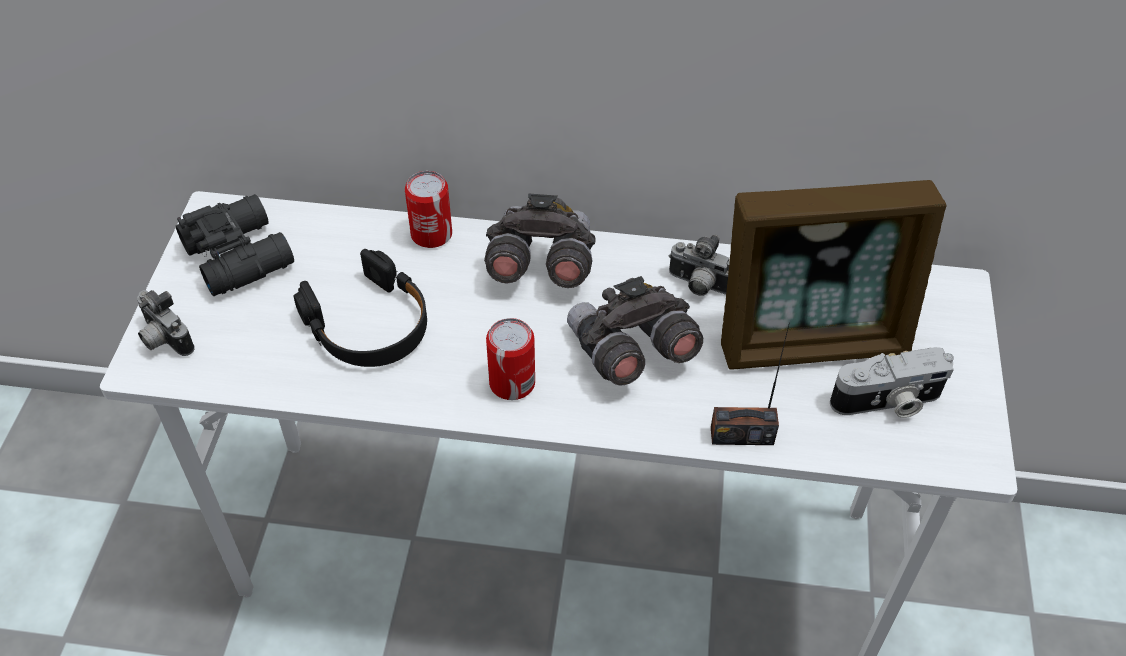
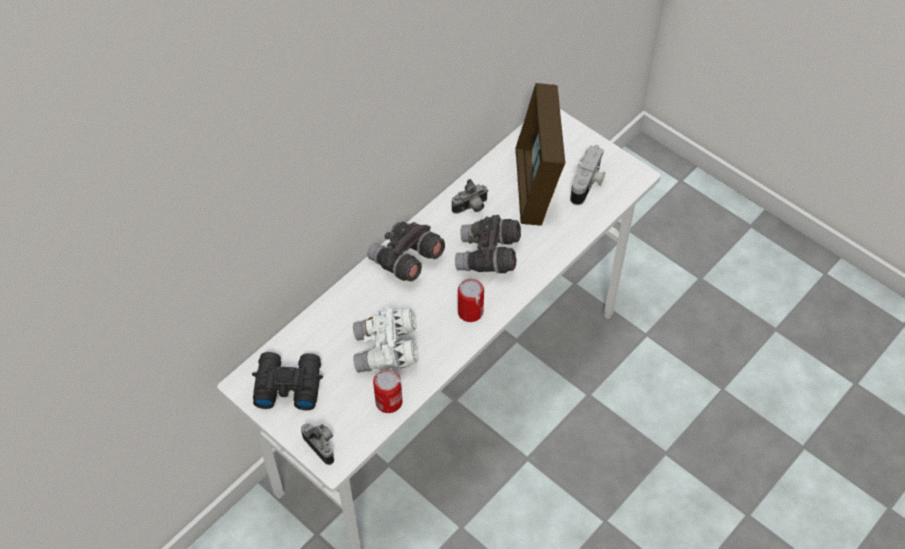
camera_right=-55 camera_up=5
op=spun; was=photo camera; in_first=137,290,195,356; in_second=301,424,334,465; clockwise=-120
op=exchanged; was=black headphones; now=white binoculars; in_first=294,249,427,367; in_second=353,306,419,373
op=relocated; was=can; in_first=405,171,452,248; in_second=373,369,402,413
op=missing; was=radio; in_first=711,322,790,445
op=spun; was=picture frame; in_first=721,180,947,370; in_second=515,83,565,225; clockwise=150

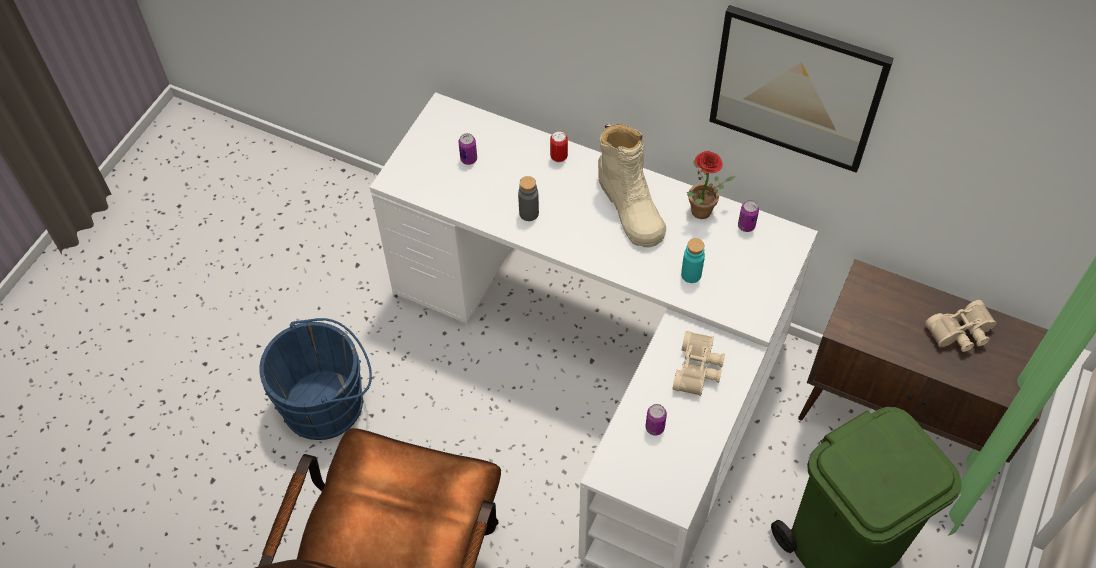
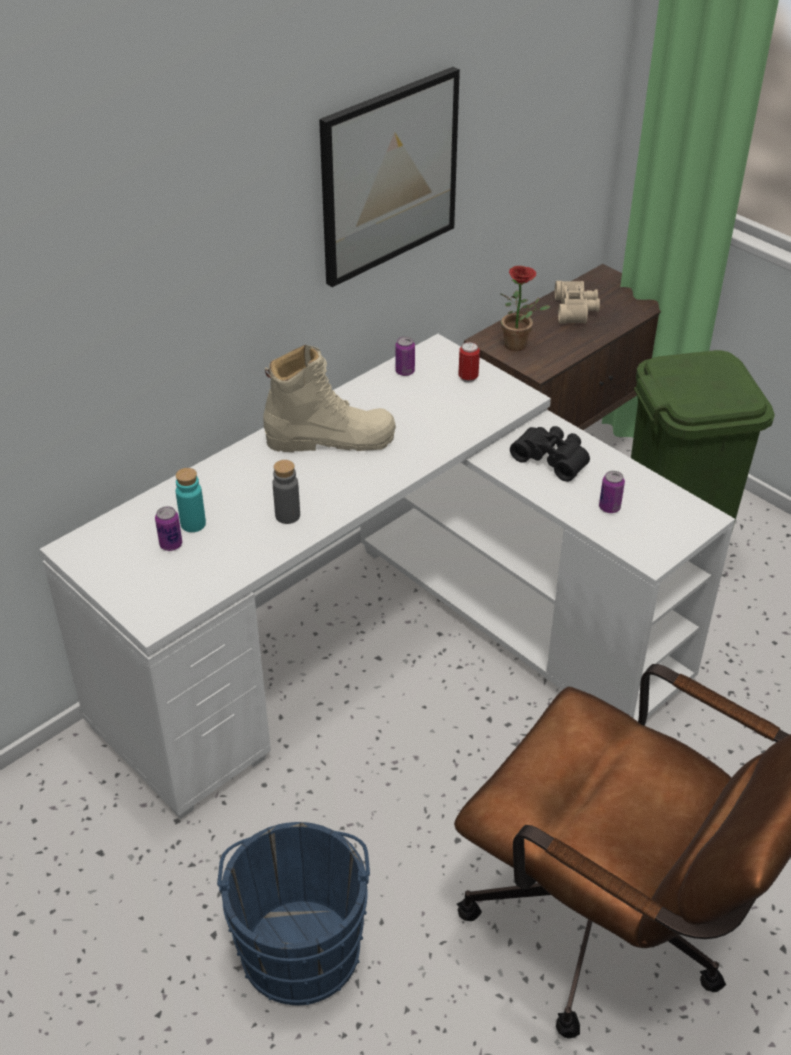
camera_right=-70 camera_up=-15
op=relocated; was=can; in_first=550,131,568,163; in_second=459,342,480,383
op=colour; was=beige binoculars; now=black binoculars; in_first=672,331,725,396; in_second=510,426,590,482
op=relocated; was=turquoise bottle; in_first=681,238,705,283; in_second=176,468,206,532
op=relocated; was=potted plant; in_first=687,151,735,219; in_second=501,266,550,351

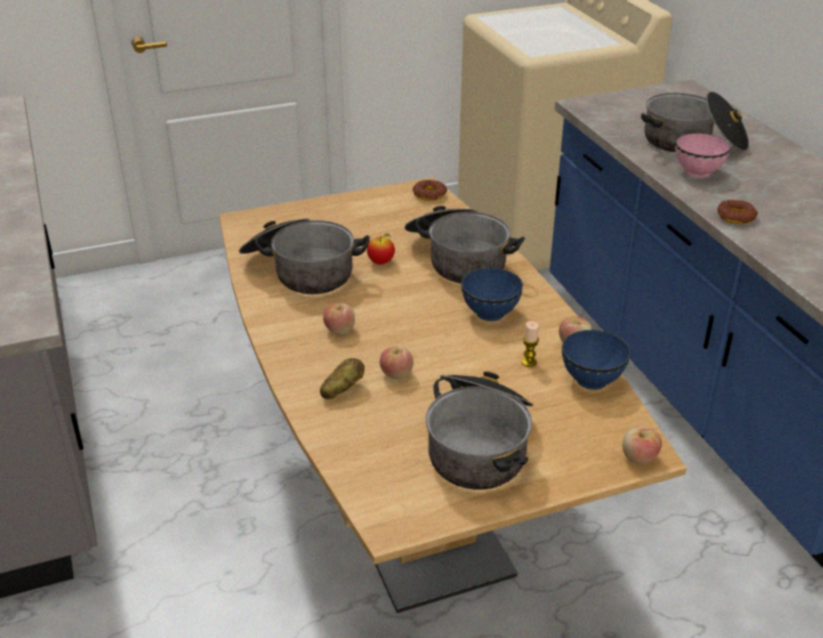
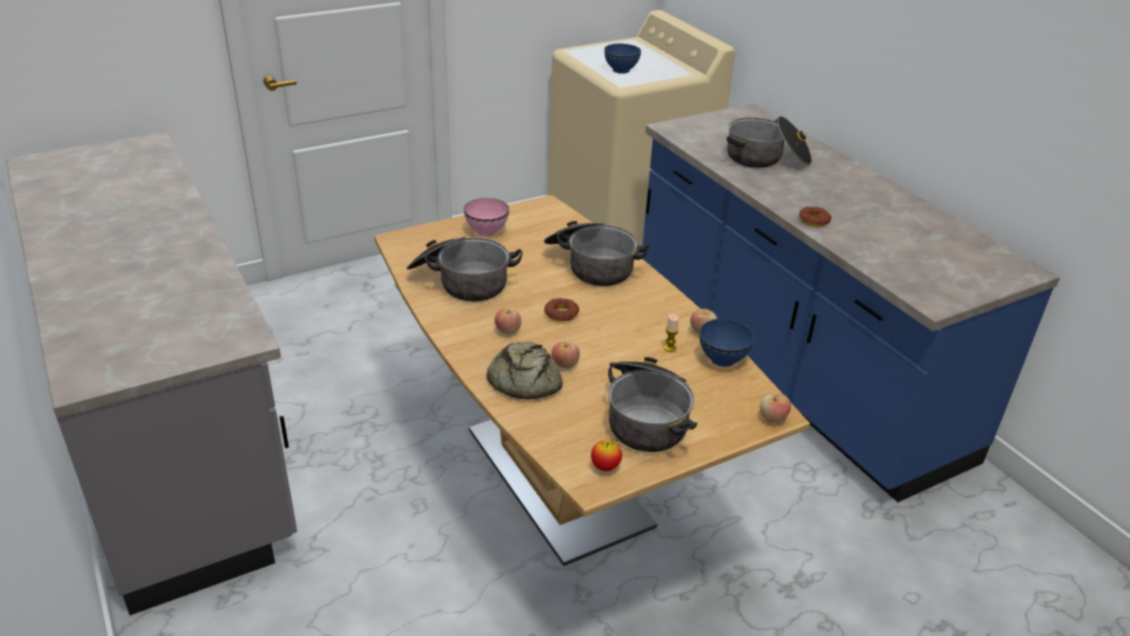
camera_right=-10 camera_up=0
op=exchanged; was=potato; now=bread; in_first=320,358,365,399; in_second=486,342,563,399
op=relocated; was=apple; in_first=367,234,395,264; in_second=591,438,622,471
op=relocated; was=donut; in_first=413,180,447,201; in_second=544,298,579,322
op=relocated; was=blue bowl; in_first=461,268,523,321; in_second=604,44,641,74
op=relocated; was=pink bowl; in_first=675,133,731,178; in_second=464,198,509,237

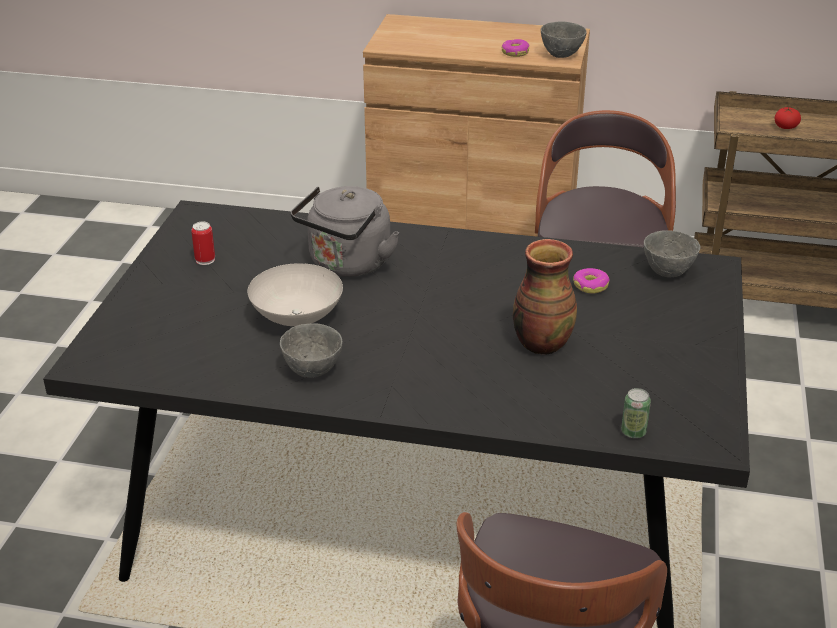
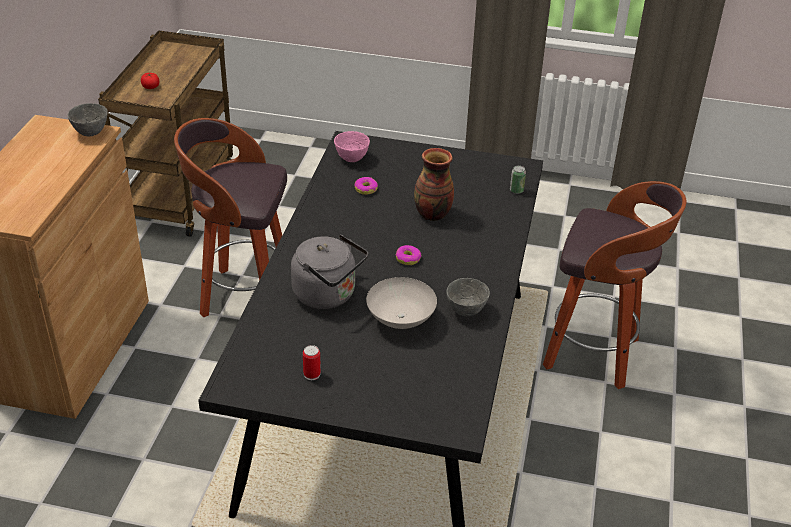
camera_right=-90 camera_up=5
op=relocated; was=donut; in_first=502,39,529,57; in_second=395,245,422,265
op=colour; was=grey bowl; now=pink bowl; in_first=644,230,700,278; in_second=334,131,370,162

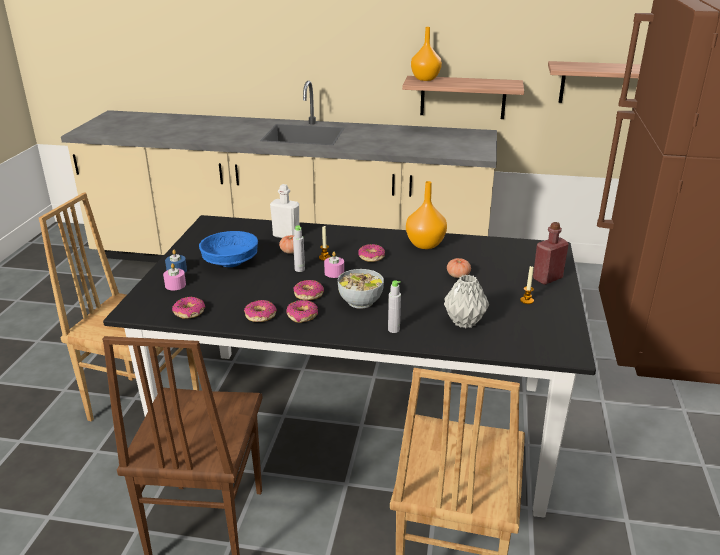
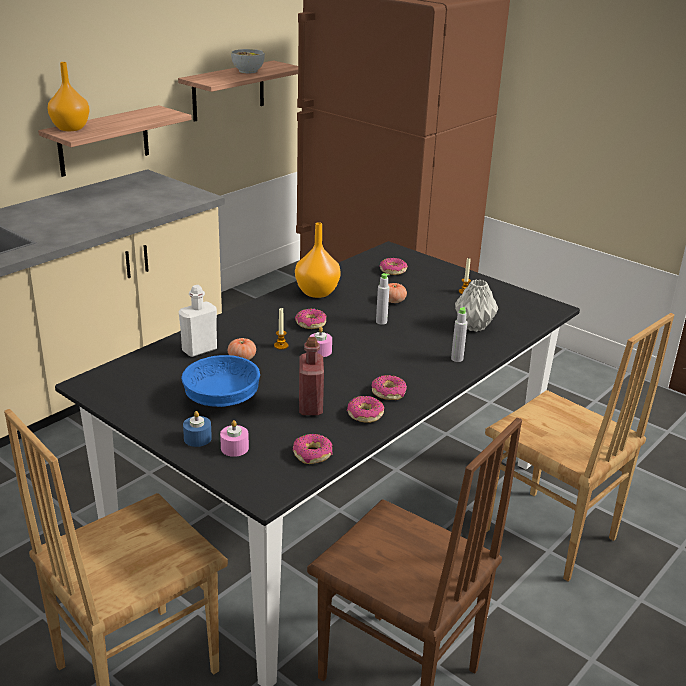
camera_right=-60 camera_up=0
op=relocated; was=grey bottle; in_first=293,225,305,272; in_second=376,273,390,325
op=relocated; was=donut; in_first=294,280,324,300; in_second=379,258,408,275
op=relocated; was=bowl; in_first=337,269,384,309; in_second=231,49,265,73
op=relocated; was=red bottle; in_first=533,222,569,285; in_second=299,337,324,415

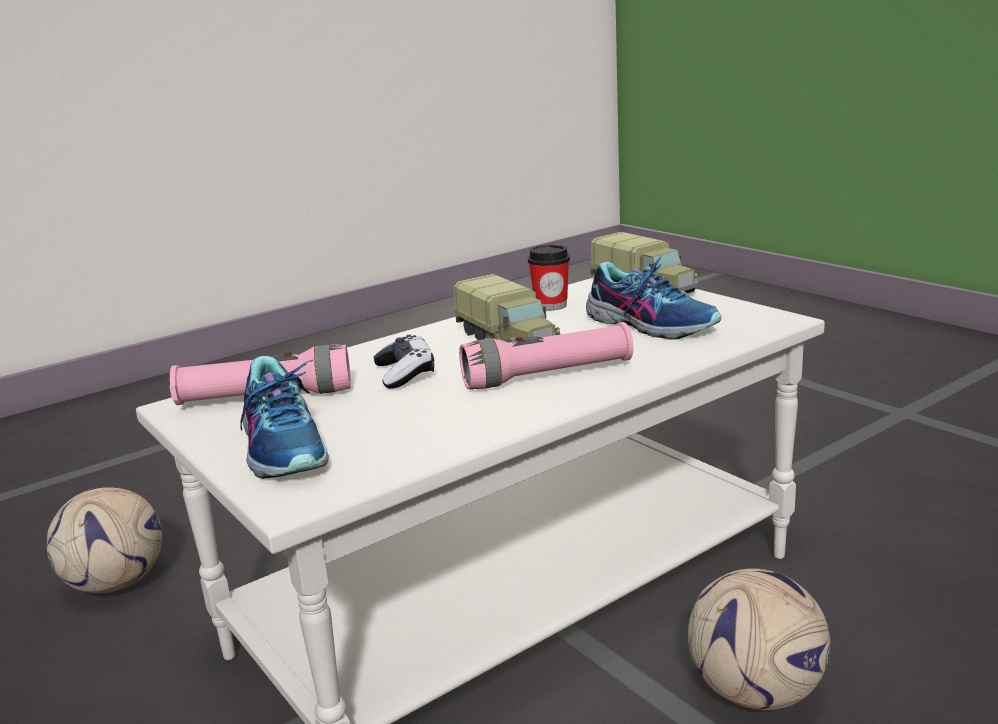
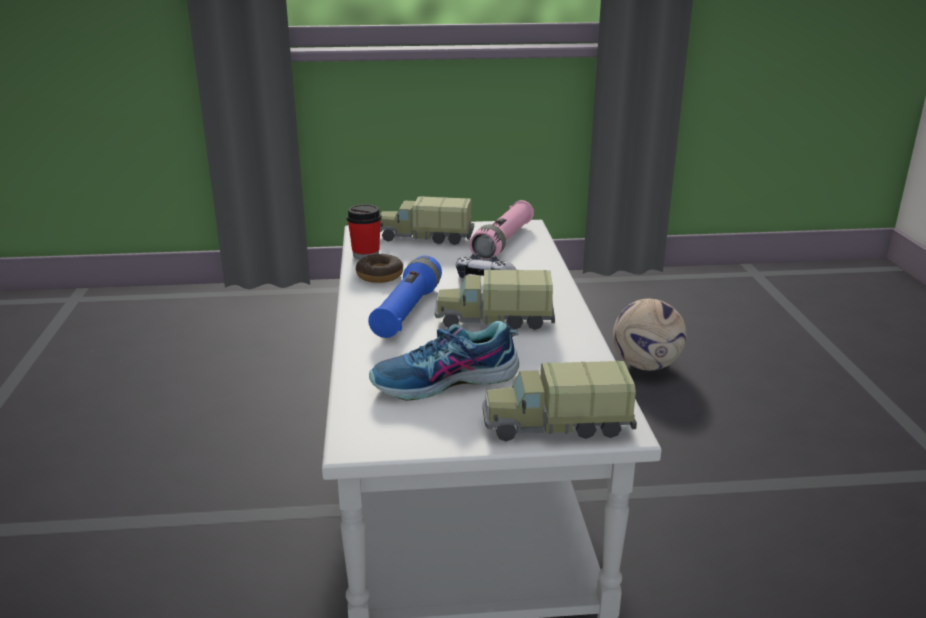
camera_right=120 camera_up=5
op=exchanged; was=shoe; now=toy truck; in_first=240,356,329,479; in_second=380,196,474,245
op=colour; was=pink flashlight; now=blue flashlight; in_first=459,322,633,389; in_second=368,256,442,338
op=relocated; was=cup; in_first=528,244,570,311; in_second=347,204,381,259
op=missing; was=football; in_first=688,568,830,710
op=appeared; now=donut; in_second=356,254,403,283

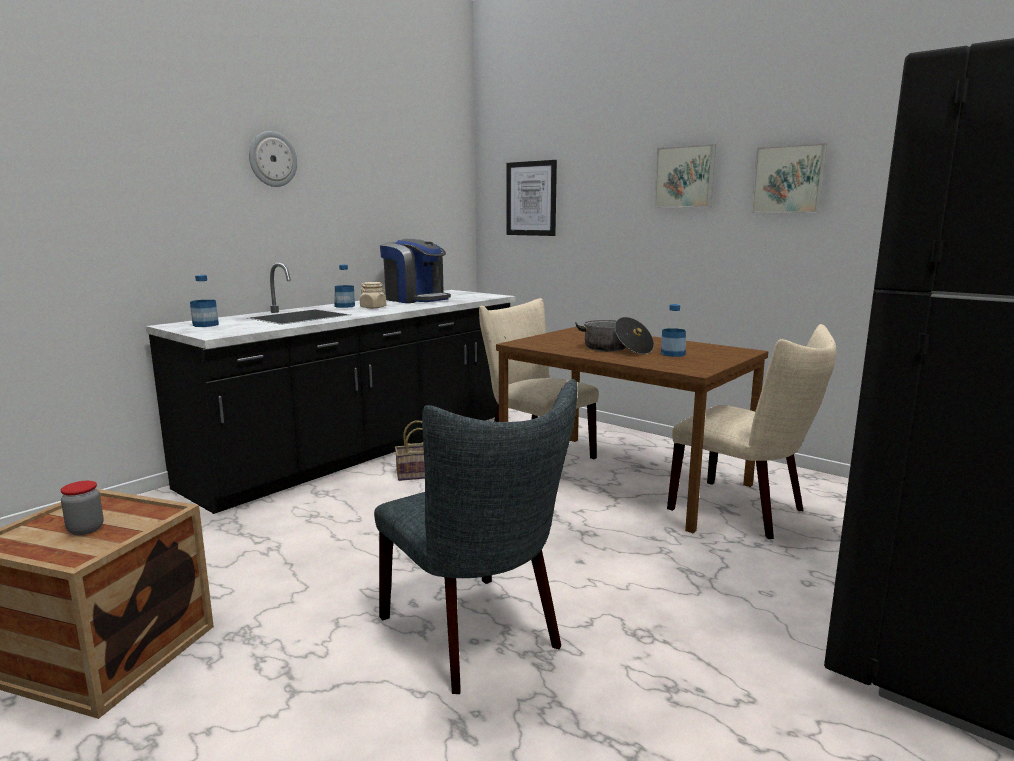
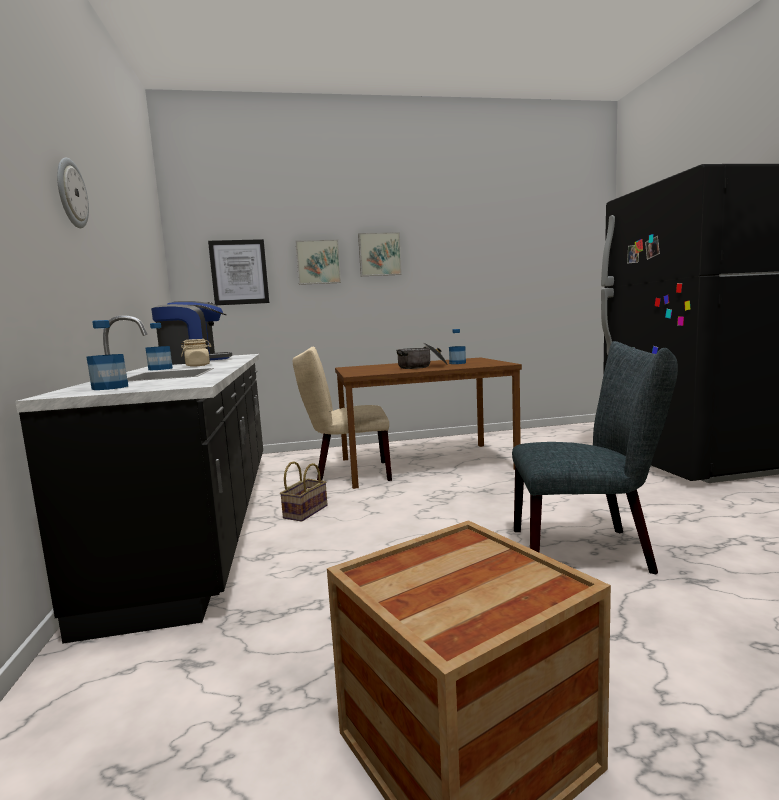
camera_right=-50 camera_up=-5
op=missing; was=jar; in_first=60,481,104,535
op=missing; was=beige chair; in_first=667,324,836,539
op=relocated; was=picture; in_first=751,143,827,213; in_second=295,240,341,285

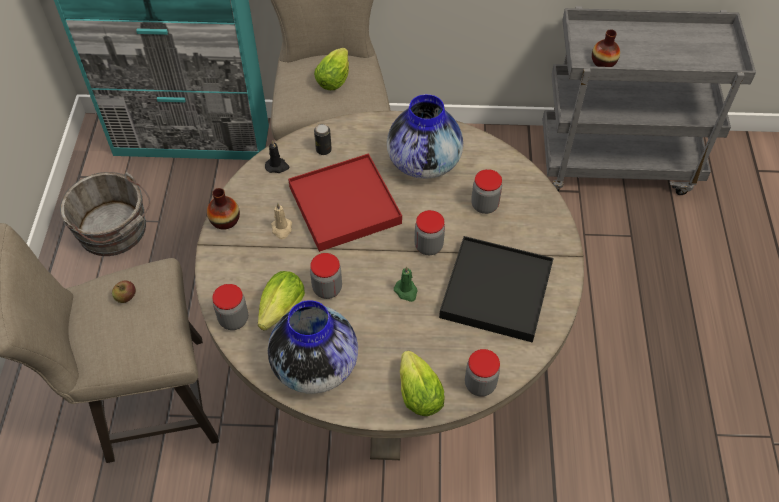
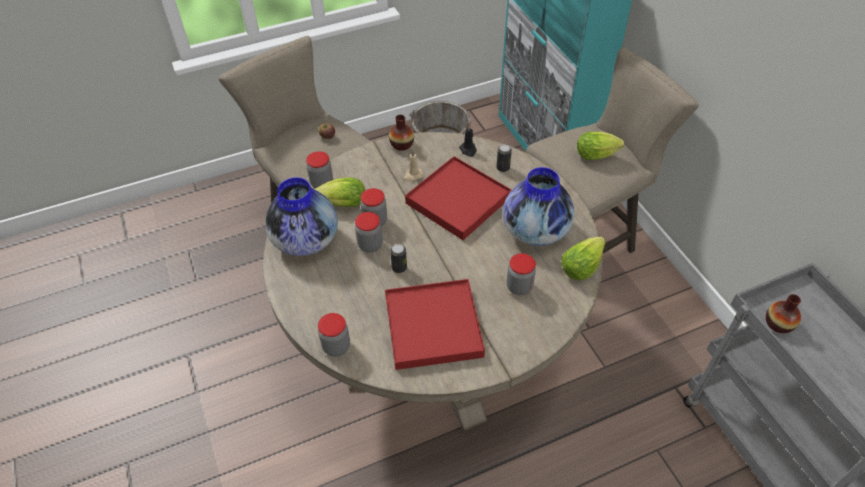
camera_right=65 camera_up=-5
op=exchanged; was=green candle; now=can; in_first=394,266,418,302; in_second=390,244,407,273
op=relocated; was=lettuce; in_first=400,351,444,416; in_second=561,237,606,280
op=relocated; was=jar; in_first=414,210,445,255; in_second=355,212,383,252
op=colour; was=black tray; now=red tray; in_first=439,236,554,342; in_second=385,279,485,370

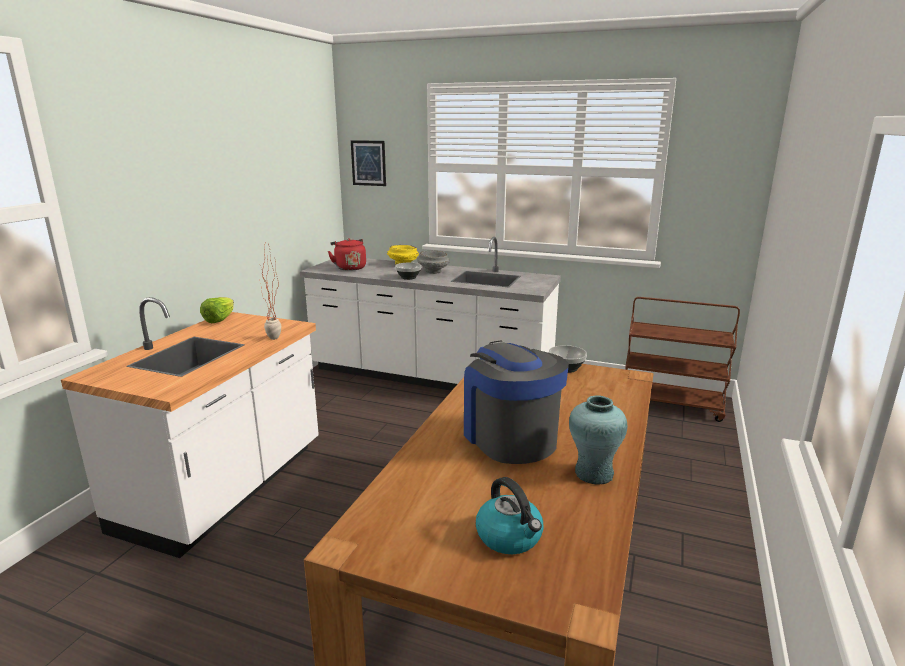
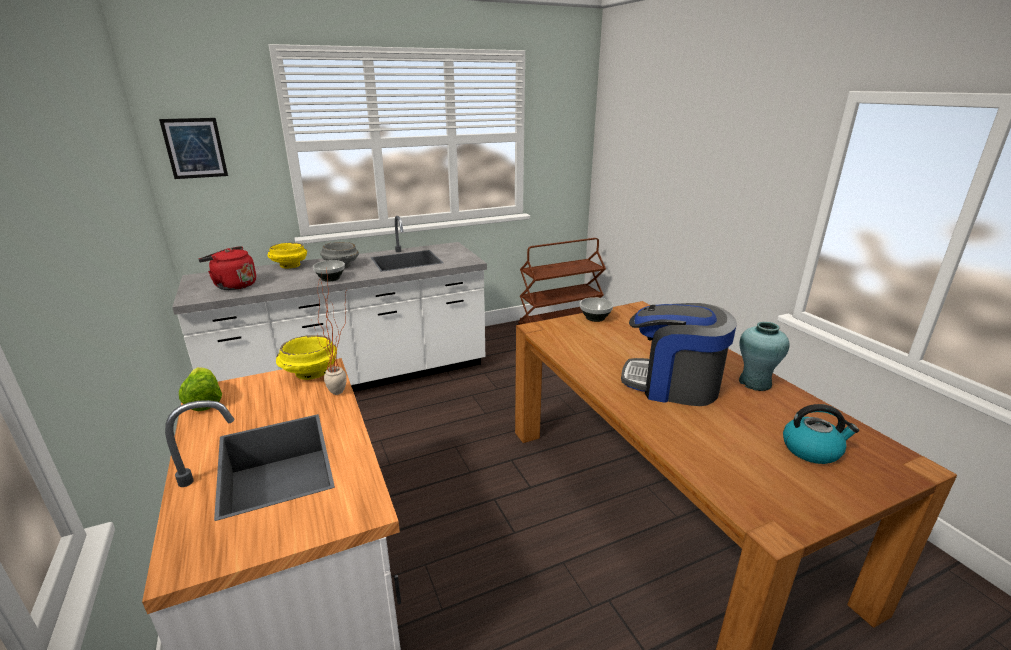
camera_right=-45 camera_up=5
op=appeared; now=yellow bowl; in_second=276,335,337,380

